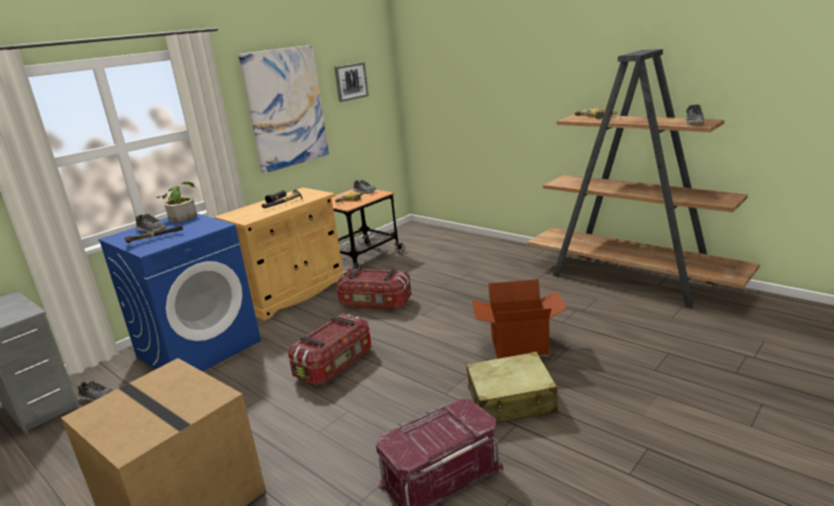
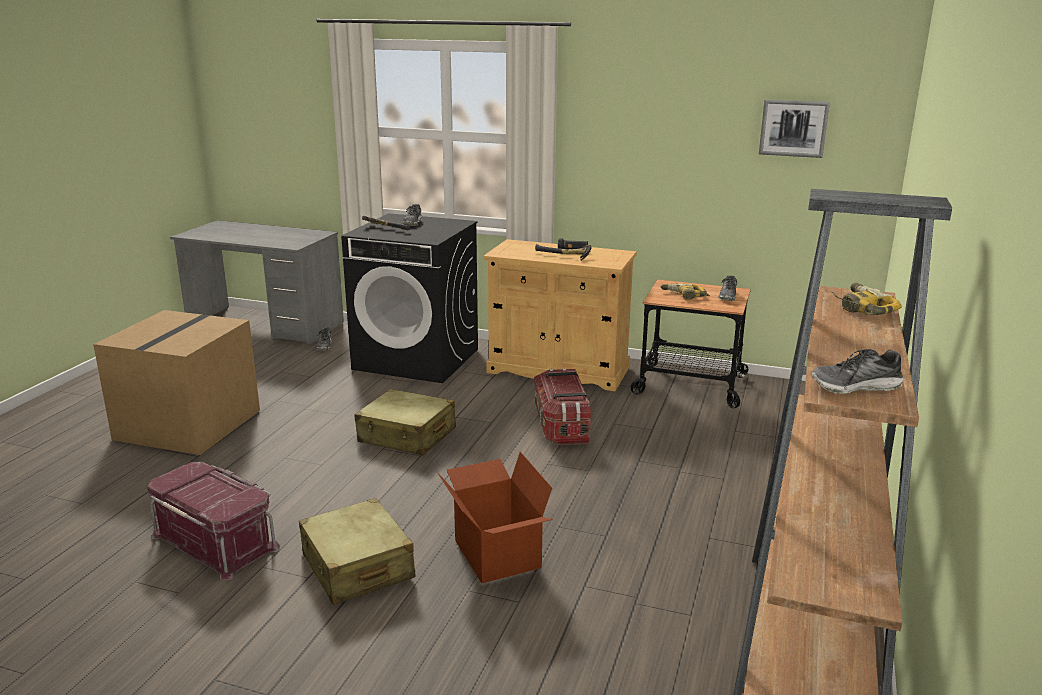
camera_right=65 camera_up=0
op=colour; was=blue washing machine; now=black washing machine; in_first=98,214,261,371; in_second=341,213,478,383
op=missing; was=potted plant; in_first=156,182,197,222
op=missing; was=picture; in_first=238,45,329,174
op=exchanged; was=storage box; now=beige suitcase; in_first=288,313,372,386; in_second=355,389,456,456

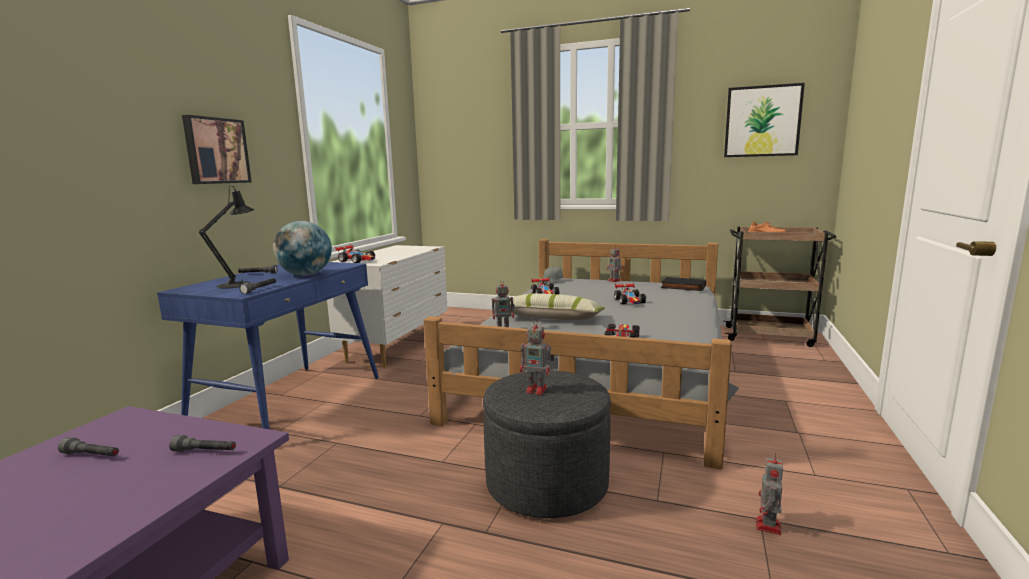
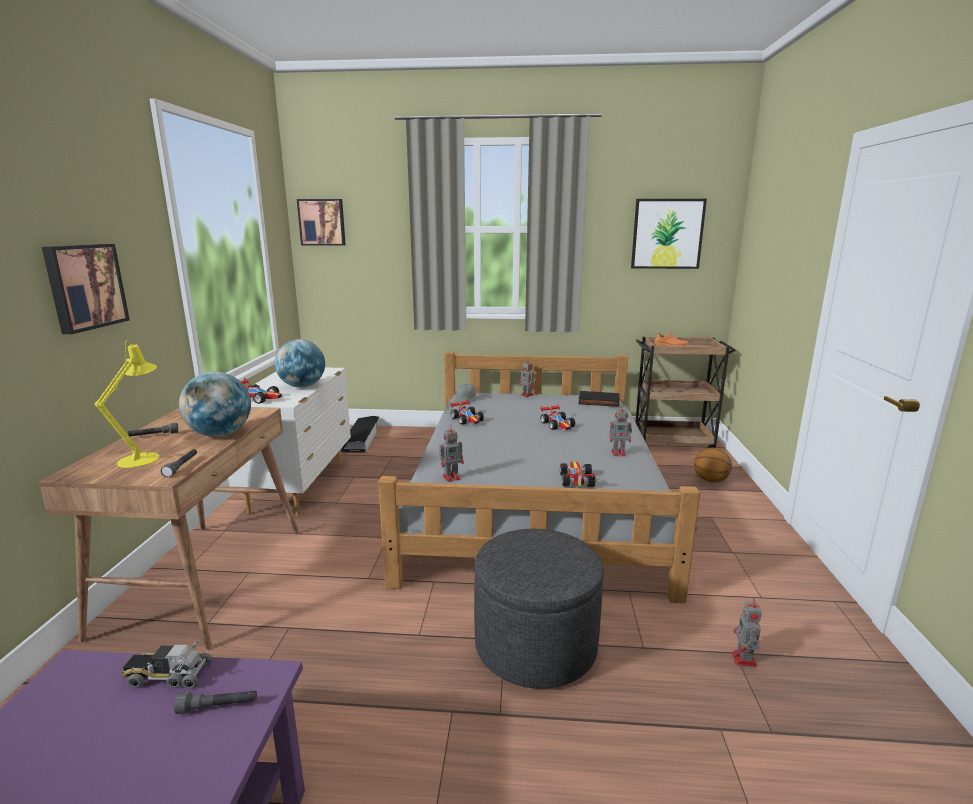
camera_right=-15 camera_up=5
op=missing; was=grey flashlight; in_first=58,437,119,456
op=colour; was=blue desk; now=brown desk; in_first=157,262,379,429; in_second=38,407,299,650
op=colour; was=black table lamp; now=yellow table lamp; in_first=199,185,254,289; in_second=95,340,160,468
op=missing; was=pillow; in_first=510,294,605,320
op=relocated; was=toy robot; in_first=520,319,554,395; in_second=610,405,632,456
op=appeared; now=toy truck; in_second=121,640,213,689
op=appeared; now=globe; in_second=275,339,325,388
op=appeared; now=picture; in_second=297,199,346,246
op=appeared; now=black storage box; in_second=341,416,379,453
op=appeared; now=basketball; in_second=694,448,732,483

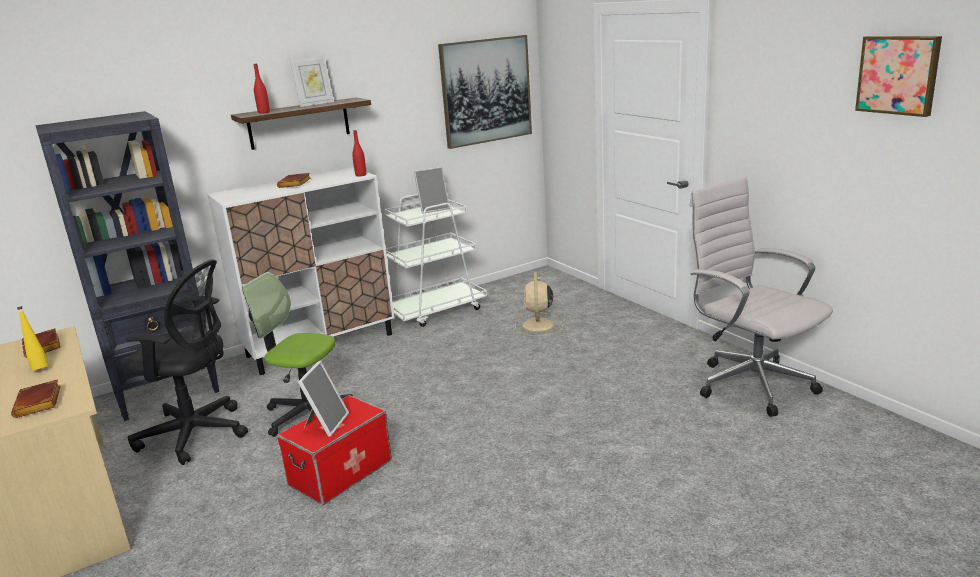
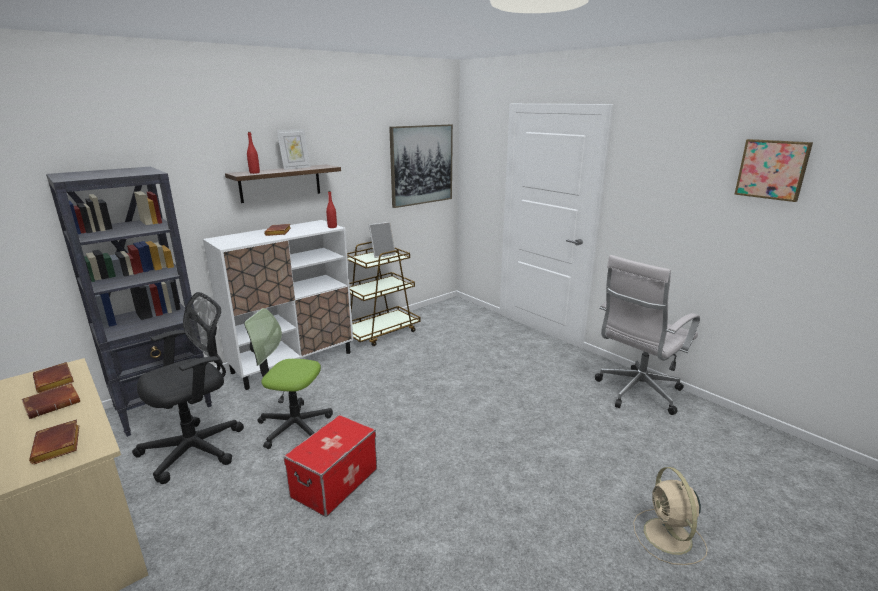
camera_right=-10 camera_up=0
op=exchanged; was=yellow bottle; now=brown book; in_first=17,306,49,371; in_second=22,383,80,419
op=spun; was=black office chair; in_first=125,260,248,465; in_second=132,292,244,484; clockwise=-45
op=missing; was=picture frame; in_first=298,361,349,437
op=colour; was=white cart; now=brown cart; in_first=384,194,487,327; in_second=347,242,421,346
op=relocated; was=beige fan; in_first=515,272,563,336; in_second=633,467,708,565
op=spun; was=white office chair; in_first=689,178,833,417; in_second=595,255,700,415; clockwise=-90

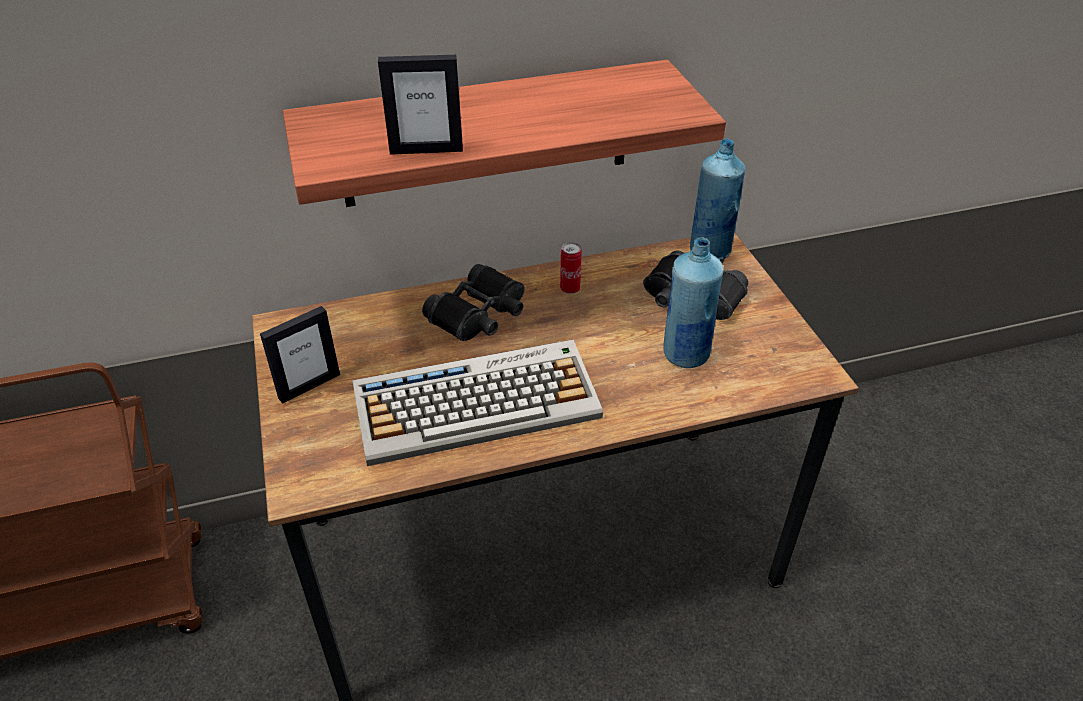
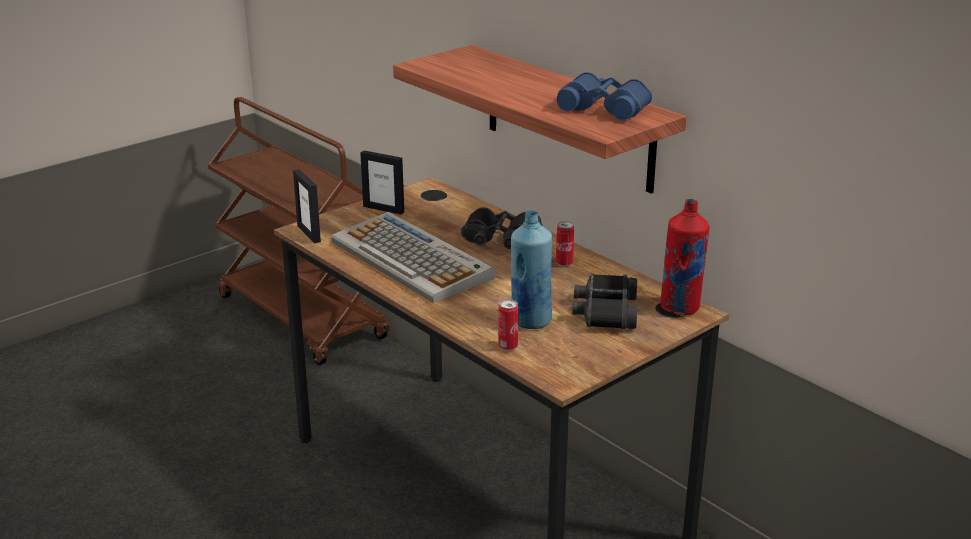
camera_right=65 camera_up=-15
op=relocated; was=picture frame; in_first=378,55,463,155; in_second=293,169,321,243
op=colour; was=blue bottle; now=red bottle; in_first=690,139,745,260; in_second=661,199,709,316
op=appeared; now=can; in_second=498,299,518,351
op=appeared; now=blue binoculars; in_second=557,72,652,121

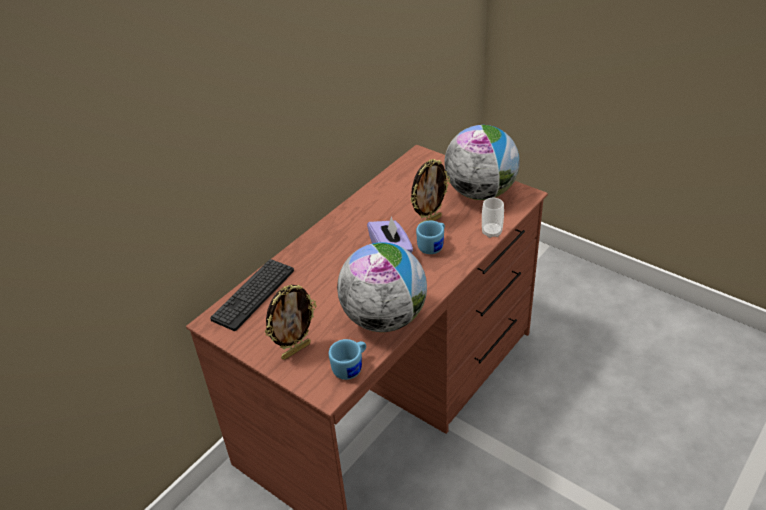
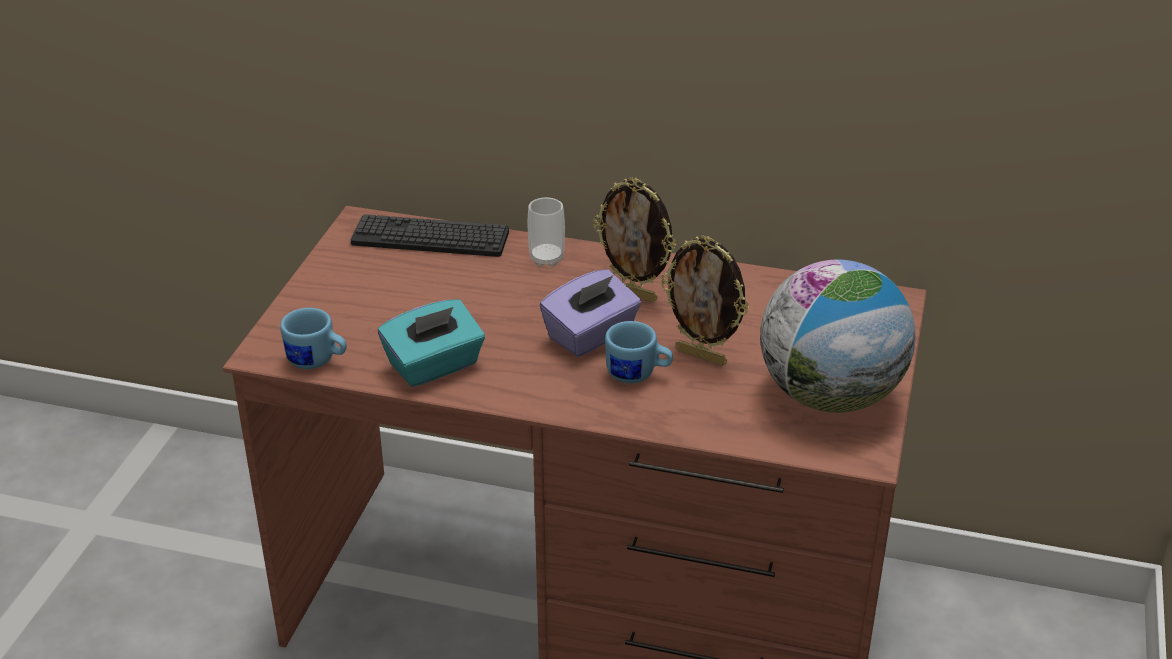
camera_right=65 camera_up=-5
op=relocated; was=picture frame; in_first=265,284,316,360; in_second=593,177,676,302
op=exchanged; was=globe; now=turquoise tissue box; in_first=337,242,427,332; in_second=378,299,485,387
op=relocated; was=cup; in_first=482,198,504,238; in_second=528,197,565,267

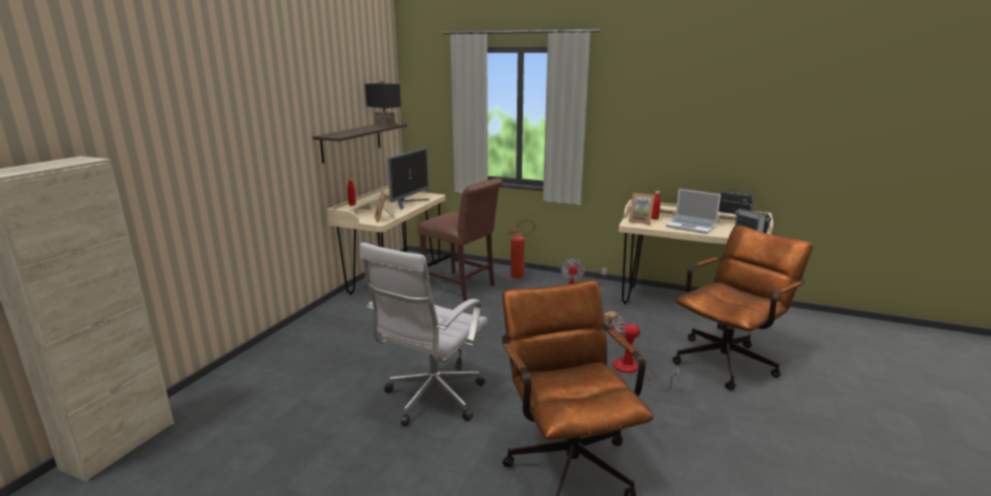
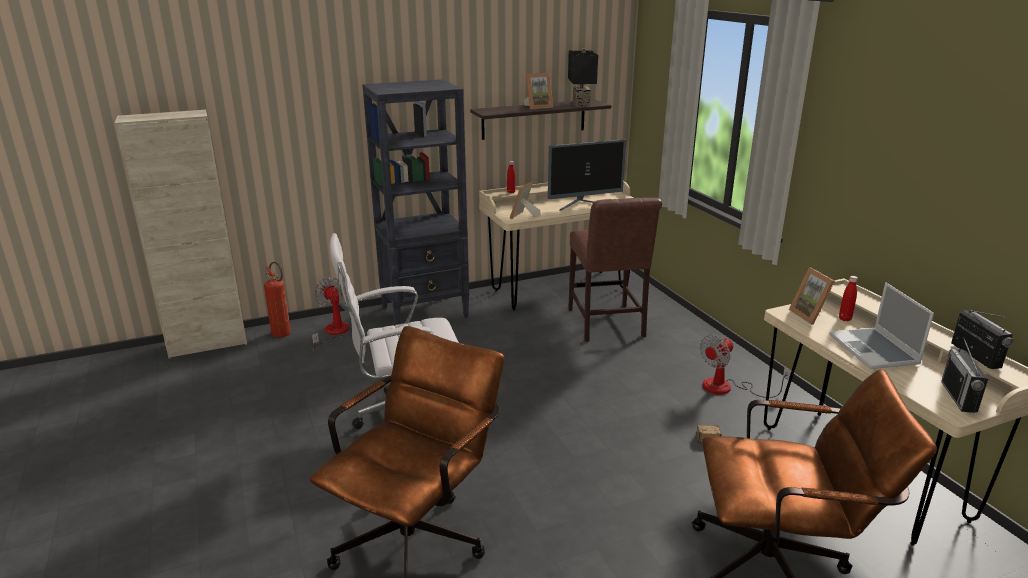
camera_right=45 camera_up=5
op=relocated; was=fire extinguisher; in_first=508,220,535,278; in_second=264,262,291,338
op=relocated; was=fan; in_first=612,315,679,391; in_second=312,277,349,353
op=appeared; now=black bookcase; in_second=362,79,469,325
op=appeared; now=picture frame; in_second=524,73,553,110

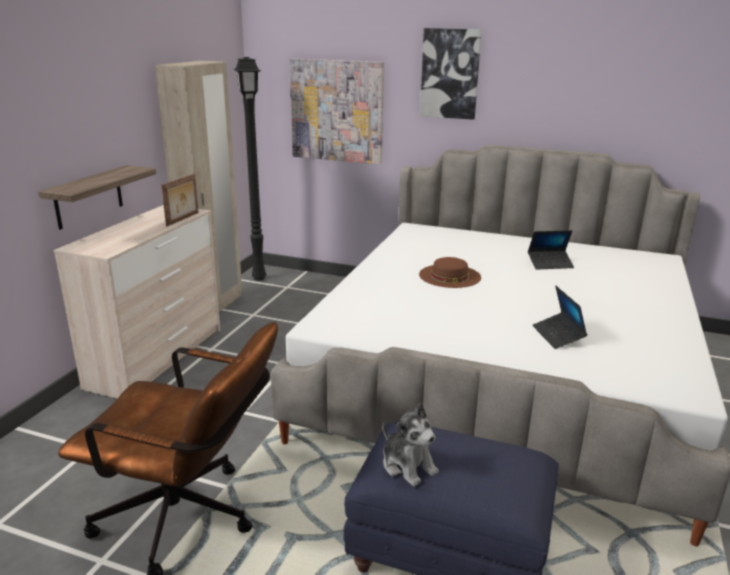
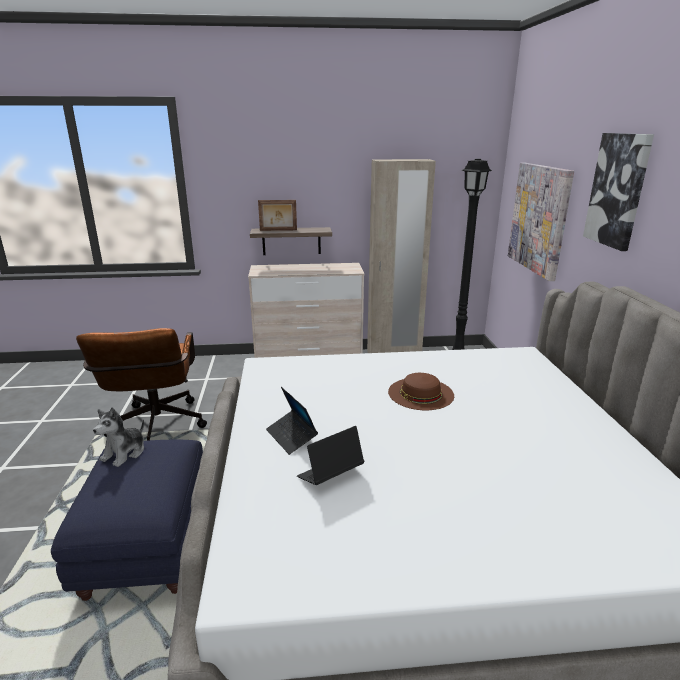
camera_right=65 camera_up=0
op=relocated; was=picture frame; in_first=161,174,199,226; in_second=258,200,297,231
op=relocated; was=laptop; in_first=528,230,574,270; in_second=266,387,318,455

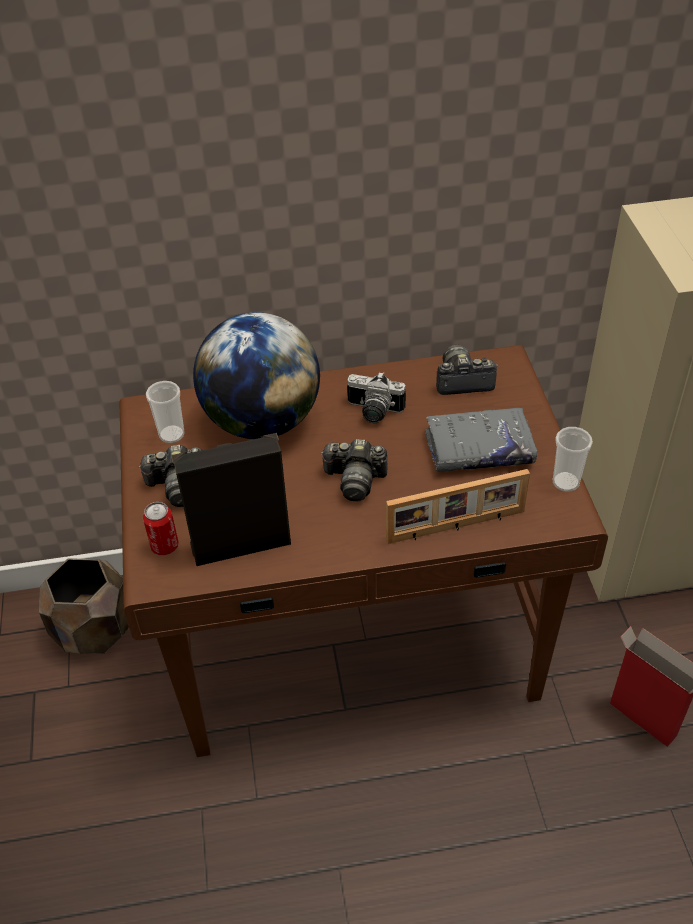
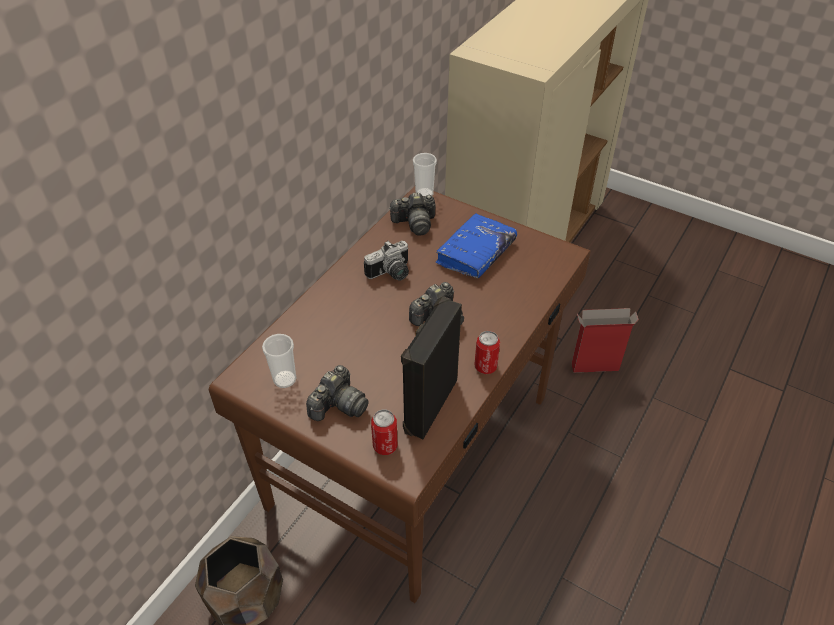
camera_right=-50 camera_up=0
op=missing; was=globe; in_first=193,312,320,439
op=missing; was=picture frame; in_first=386,469,530,544
op=colour; was=grey book; now=blue book; in_first=425,408,537,472; in_second=436,213,517,279
op=spun; was=photo camera; in_first=436,345,498,395; in_second=389,192,435,236; clockwise=-135
op=relocated; was=cup; in_first=552,427,593,492; in_second=413,153,437,196
op=appeared; now=can; in_second=474,331,500,374

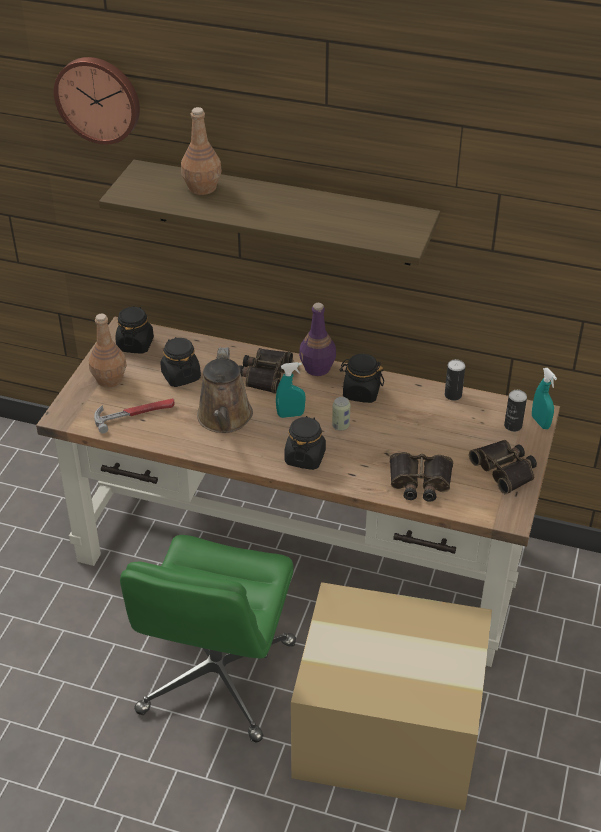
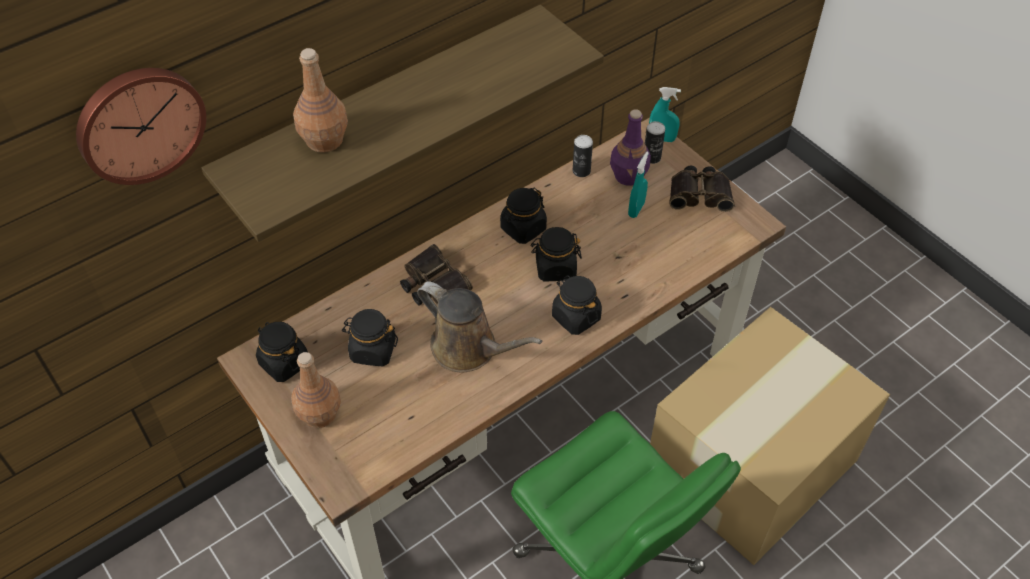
camera_right=-55 camera_up=10
op=missing; was=hammer; in_first=94,398,175,433
op=relocated; was=turquoise spray bottle; in_first=276,362,306,418; in_second=628,152,649,218
op=relocated; was=purple bottle; in_first=299,303,336,376; in_second=610,109,651,186
op=exchanged; was=can; now=black jar; in_first=332,397,350,431; in_second=530,227,582,281
op=missing; was=binoculars; in_first=390,452,453,502

